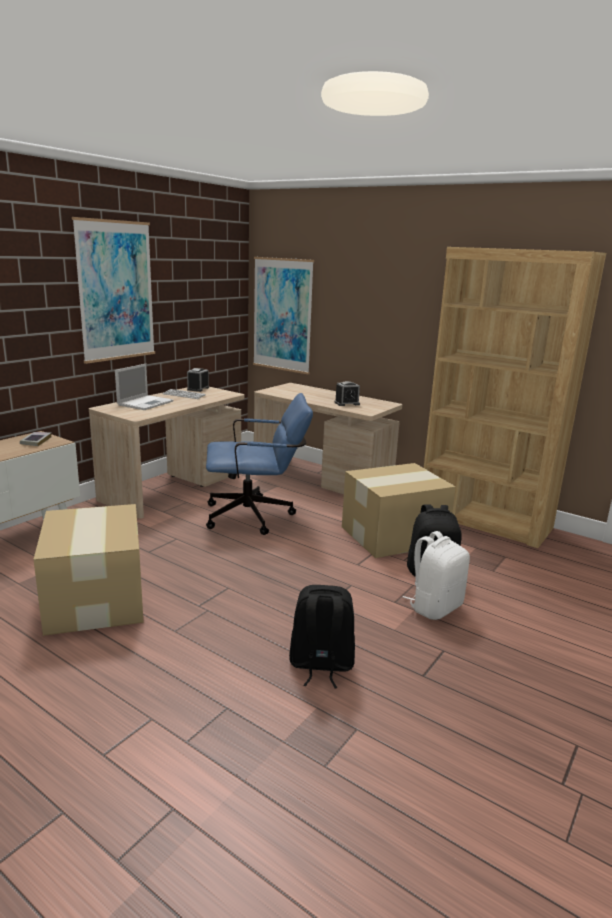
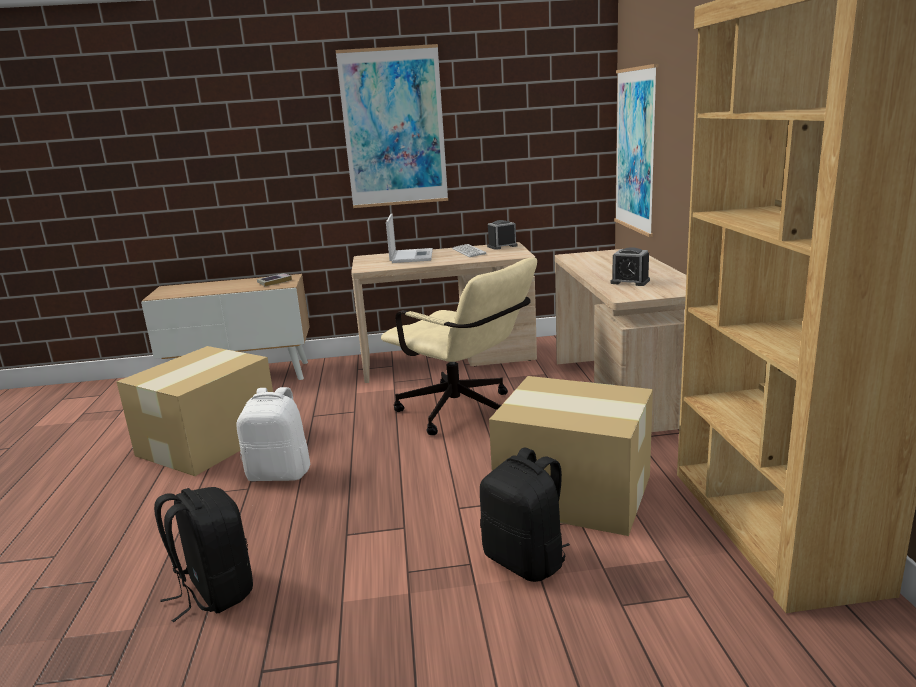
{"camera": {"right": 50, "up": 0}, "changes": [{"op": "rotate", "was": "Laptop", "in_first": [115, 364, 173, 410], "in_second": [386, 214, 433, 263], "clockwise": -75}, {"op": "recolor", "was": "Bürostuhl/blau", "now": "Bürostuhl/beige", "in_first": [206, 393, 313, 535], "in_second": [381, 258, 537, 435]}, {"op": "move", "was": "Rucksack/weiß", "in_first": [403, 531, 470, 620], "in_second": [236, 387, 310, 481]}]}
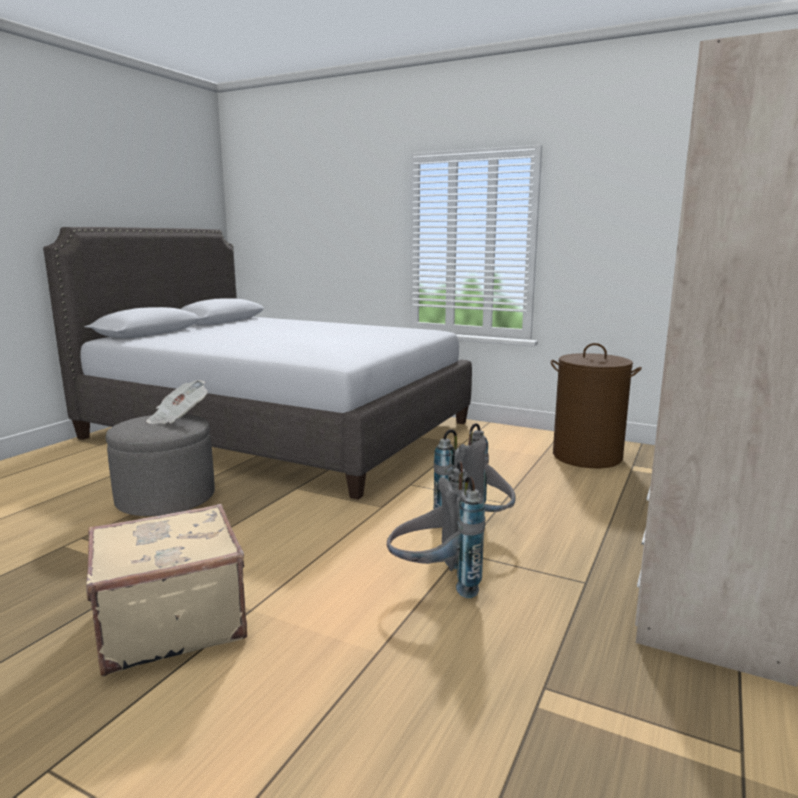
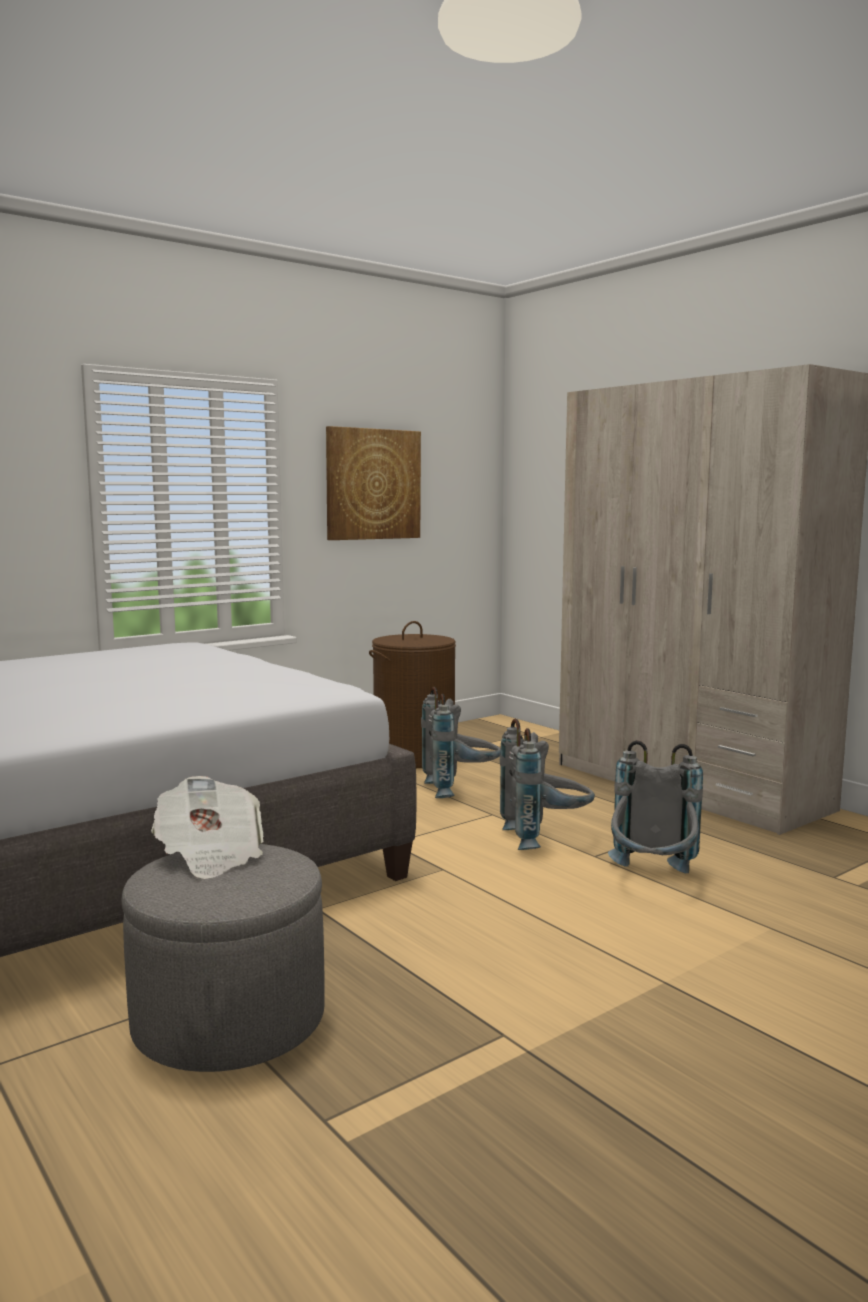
{"camera": {"right": -65, "up": -5}, "changes": [{"op": "delete", "was": "Koffer/beige", "in_first": [86, 504, 247, 676]}, {"op": "insert", "now": "Bild", "in_second": [326, 426, 421, 540]}, {"op": "insert", "now": "Rucksack/grau", "in_second": [421, 687, 501, 798]}]}
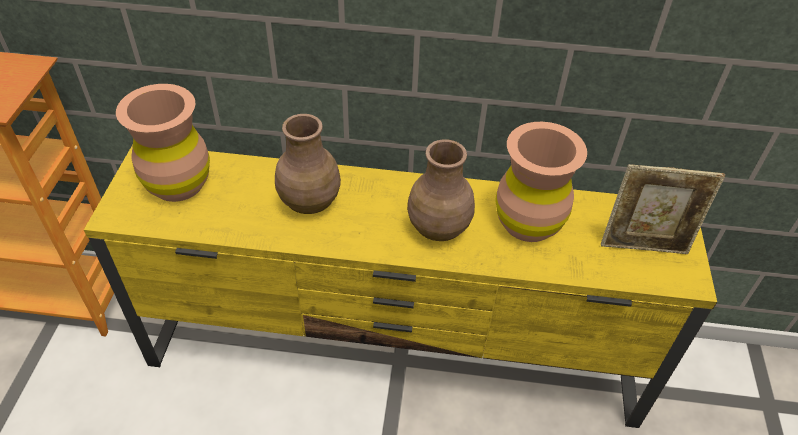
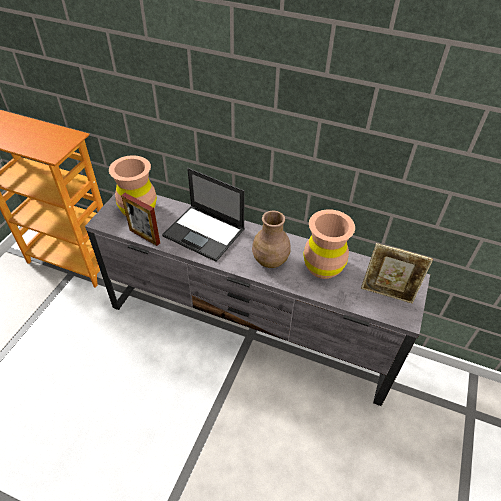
{"camera": {"right": 15, "up": 0}, "changes": [{"op": "replace", "was": "Vase/braun", "now": "Laptop", "in_first": [275, 114, 341, 214], "in_second": [162, 168, 245, 262]}, {"op": "recolor", "was": "Fernsehschrank/gelb", "now": "Fernsehschrank/grau", "in_first": [84, 145, 717, 428], "in_second": [85, 194, 430, 406]}, {"op": "insert", "now": "Bilderrahmen", "in_second": [121, 193, 160, 246]}]}
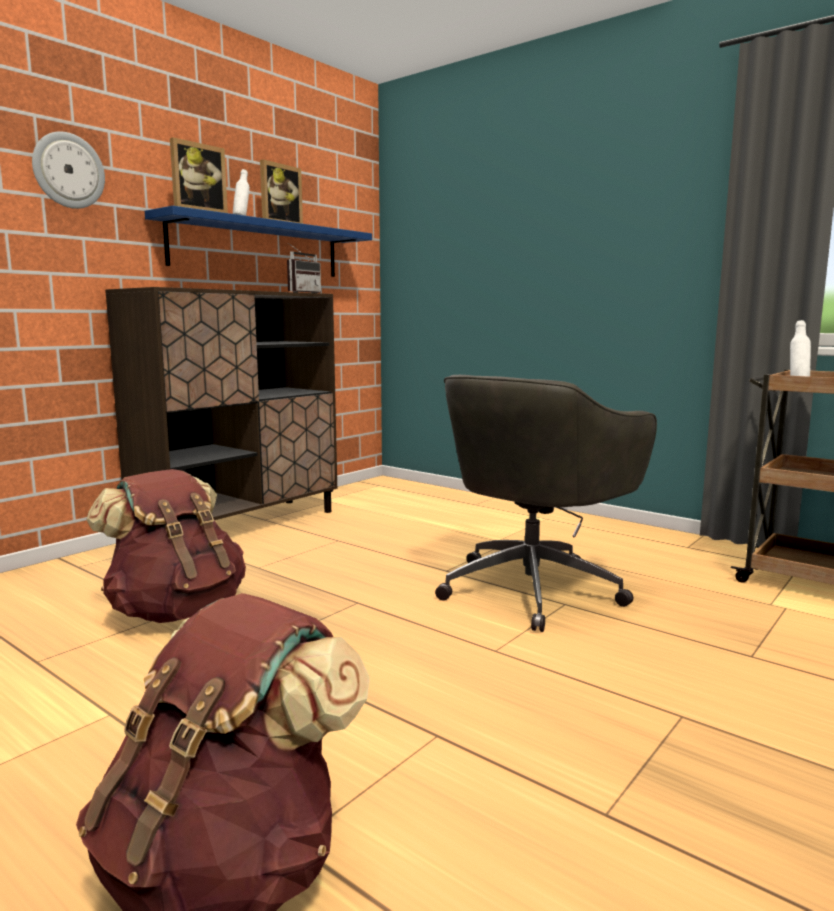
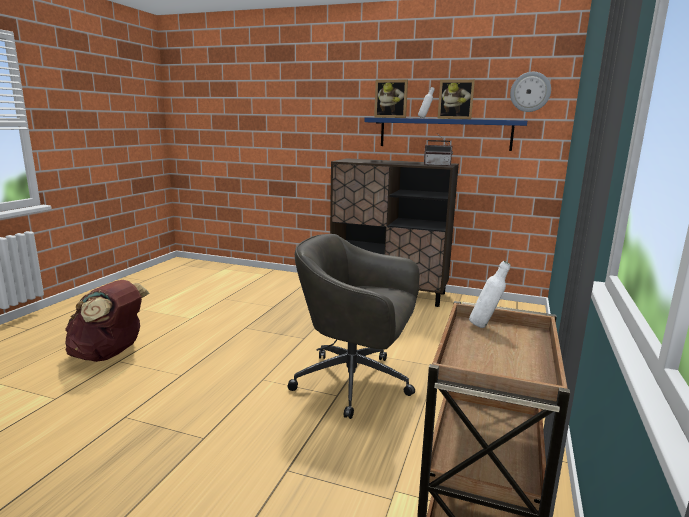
{"camera": {"right": 70, "up": 5}, "changes": [{"op": "move", "was": "Wanduhr", "in_first": [32, 131, 105, 209], "in_second": [510, 72, 551, 112]}, {"op": "delete", "was": "Rucksack/braun", "in_first": [86, 469, 246, 623]}]}
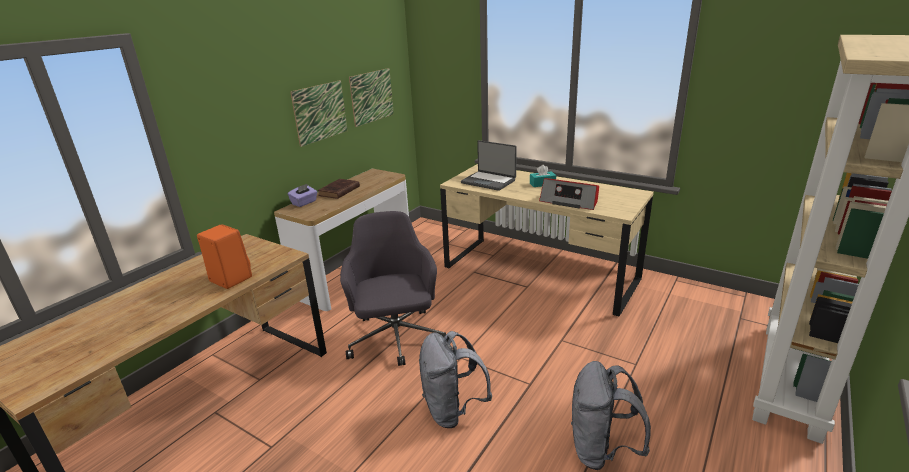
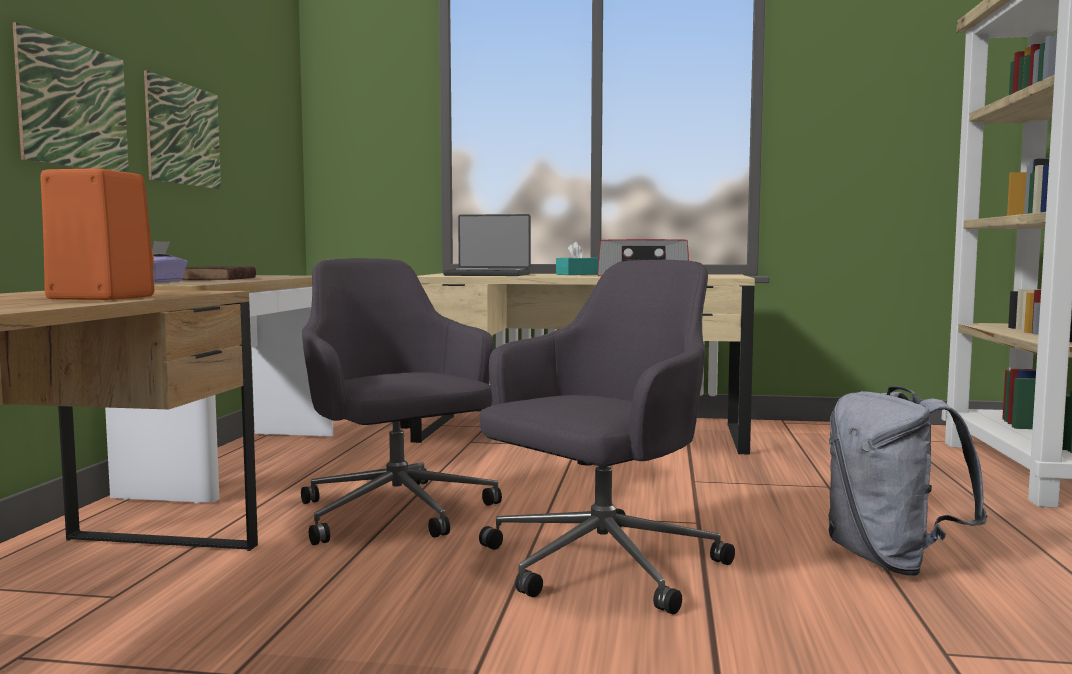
{"camera": {"right": -25, "up": -20}, "changes": [{"op": "move", "was": "Bild", "in_first": [349, 68, 394, 127], "in_second": [13, 22, 129, 173]}, {"op": "replace", "was": "Rucksack/grau", "now": "Bürostuhl/grau", "in_first": [419, 331, 492, 428], "in_second": [479, 260, 735, 614]}]}
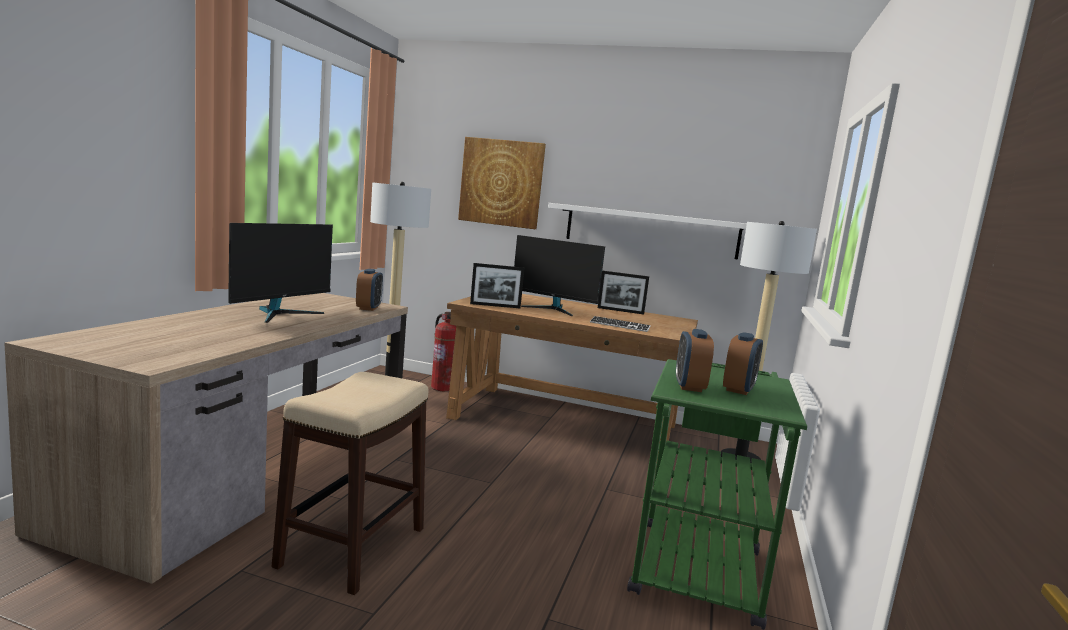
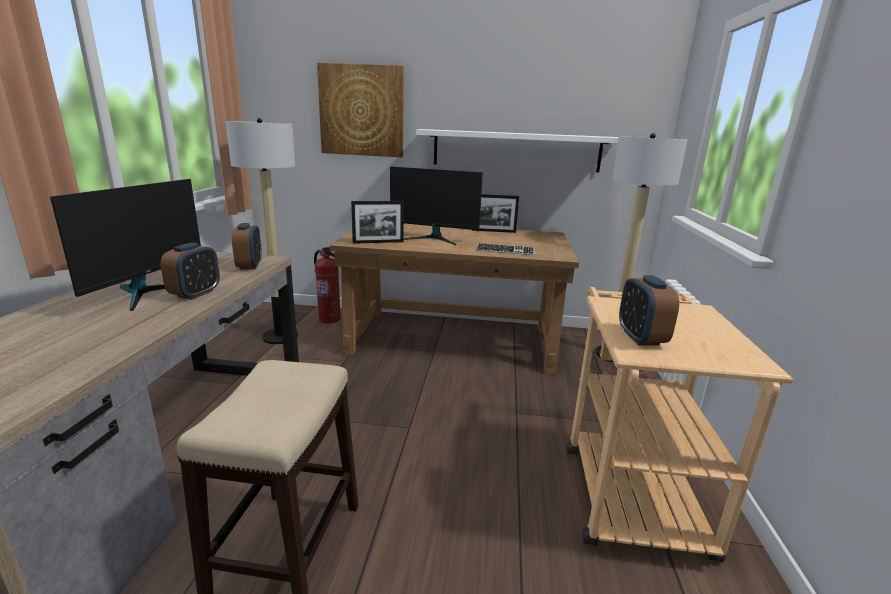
{"camera": {"right": -10, "up": 10}, "changes": [{"op": "move", "was": "Wecker", "in_first": [723, 332, 763, 395], "in_second": [161, 242, 220, 300]}, {"op": "recolor", "was": "Rollwagen/grün", "now": "Rollwagen/beige", "in_first": [627, 359, 807, 630], "in_second": [567, 287, 793, 562]}]}
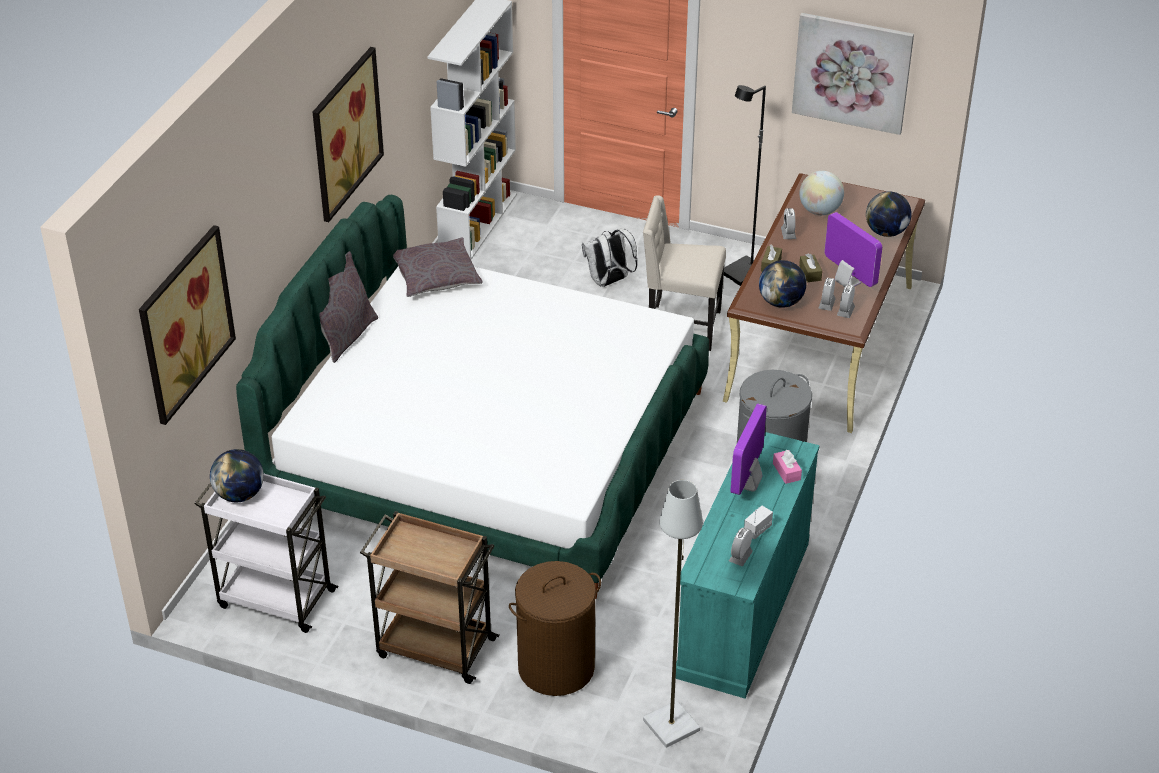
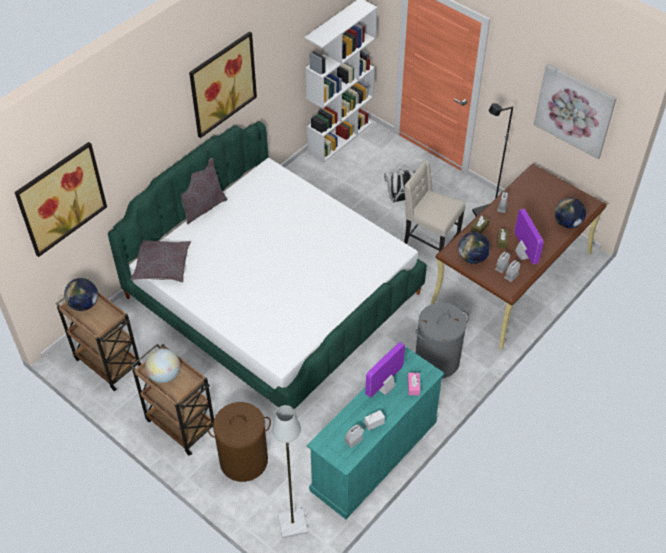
{"camera": {"right": 20, "up": 10}, "changes": [{"op": "move", "was": "Globus", "in_first": [799, 171, 844, 215], "in_second": [145, 348, 180, 383]}, {"op": "move", "was": "Kissen/grau", "in_first": [393, 237, 483, 297], "in_second": [130, 240, 191, 282]}, {"op": "recolor", "was": "Rollwagen/weiß", "now": "Rollwagen/braun", "in_first": [194, 474, 339, 633], "in_second": [56, 292, 141, 391]}]}
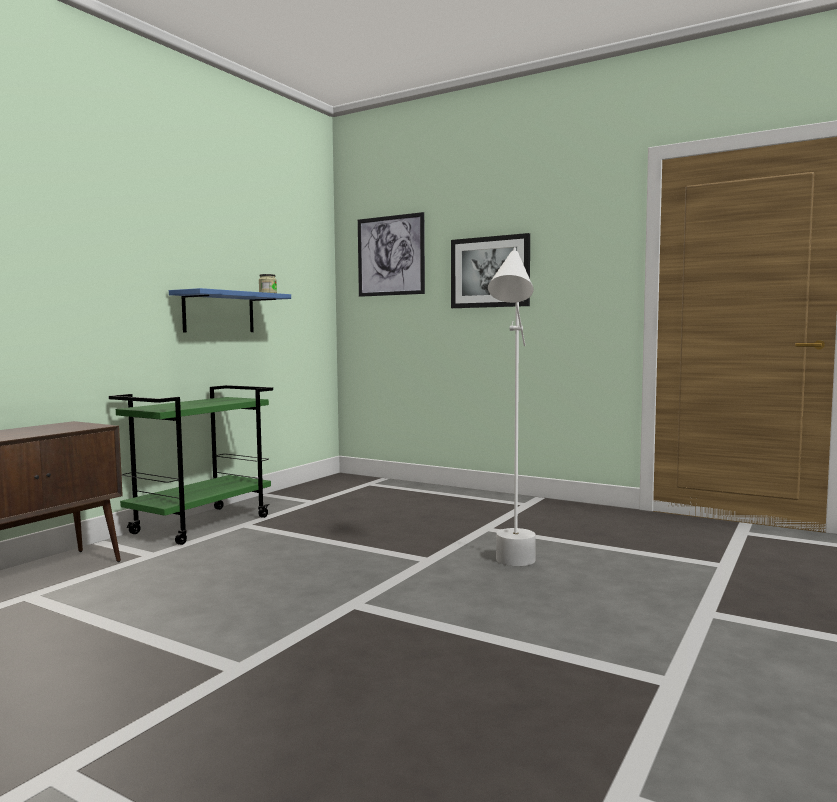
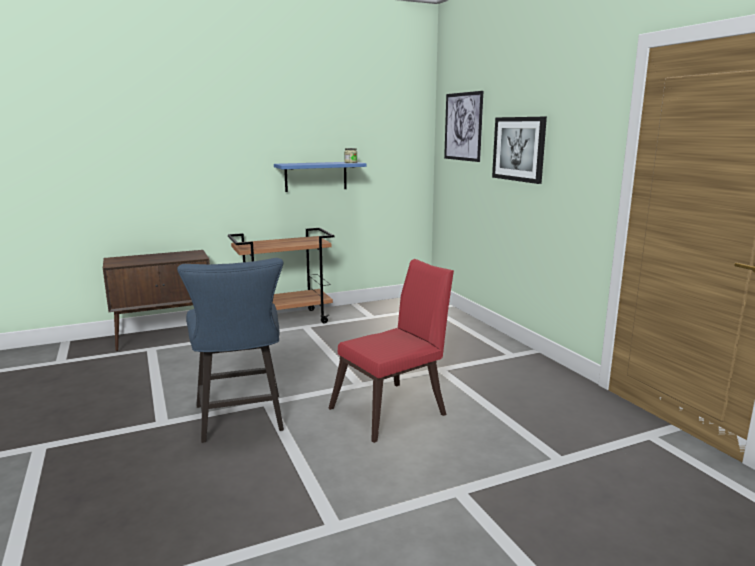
{"camera": {"right": 35, "up": 10}, "changes": [{"op": "replace", "was": "Stehlampe/weiß", "now": "Stuhl/rot", "in_first": [488, 247, 535, 566], "in_second": [329, 259, 454, 443]}, {"op": "recolor", "was": "Rollwagen/grün", "now": "Rollwagen/braun", "in_first": [109, 385, 273, 545], "in_second": [228, 228, 334, 324]}, {"op": "insert", "now": "Stuhl/blau", "in_second": [177, 258, 284, 443]}]}
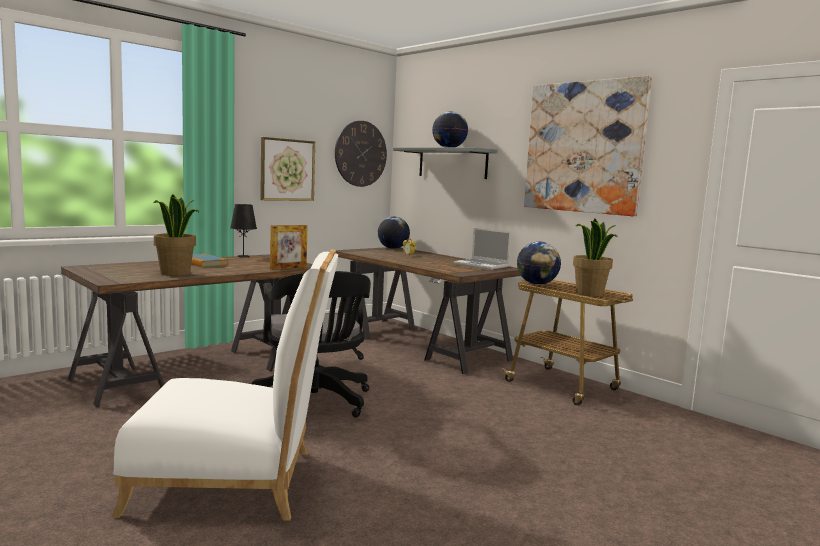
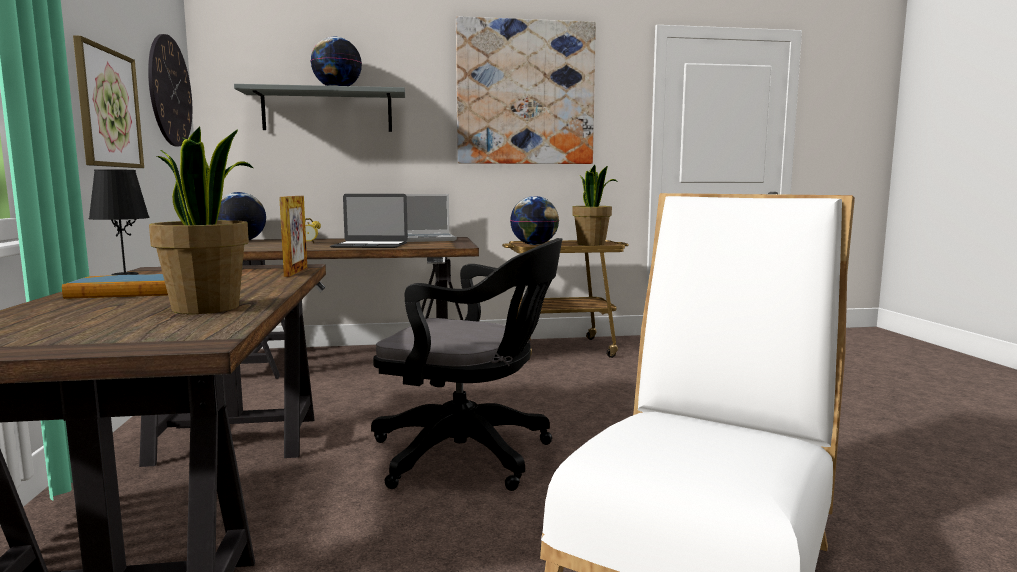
{"camera": {"right": -55, "up": 0}, "changes": [{"op": "insert", "now": "Laptop", "in_second": [330, 194, 408, 248]}]}
